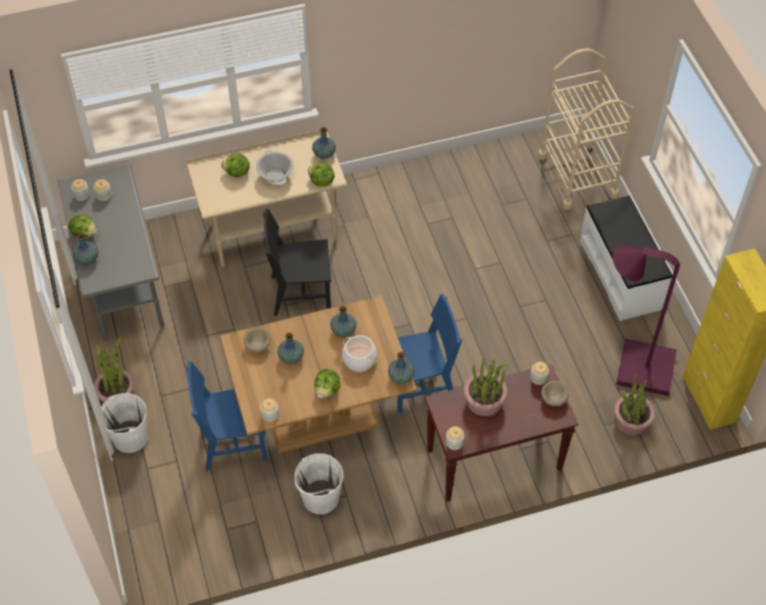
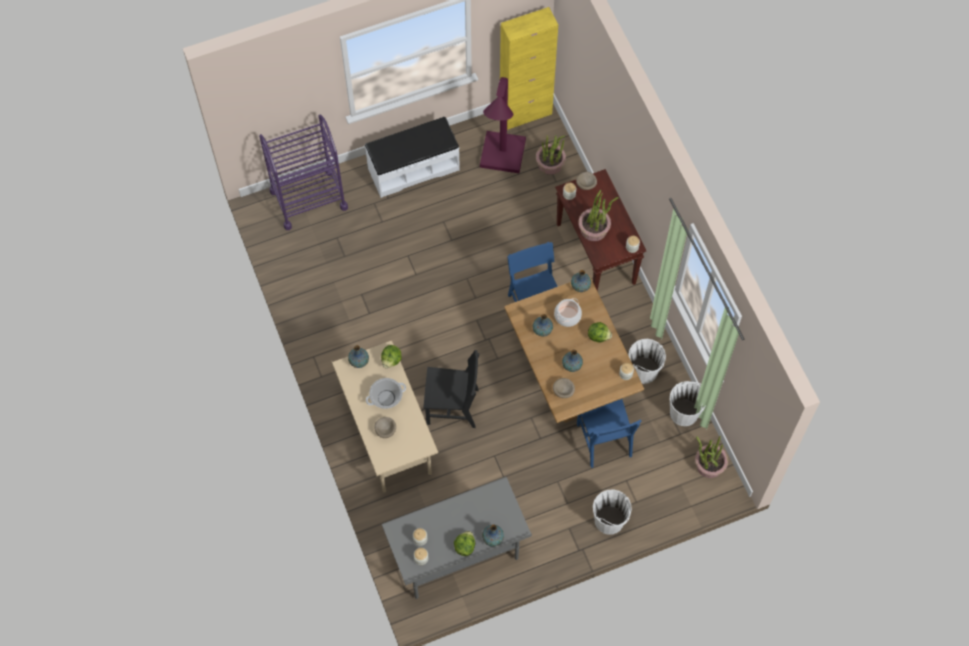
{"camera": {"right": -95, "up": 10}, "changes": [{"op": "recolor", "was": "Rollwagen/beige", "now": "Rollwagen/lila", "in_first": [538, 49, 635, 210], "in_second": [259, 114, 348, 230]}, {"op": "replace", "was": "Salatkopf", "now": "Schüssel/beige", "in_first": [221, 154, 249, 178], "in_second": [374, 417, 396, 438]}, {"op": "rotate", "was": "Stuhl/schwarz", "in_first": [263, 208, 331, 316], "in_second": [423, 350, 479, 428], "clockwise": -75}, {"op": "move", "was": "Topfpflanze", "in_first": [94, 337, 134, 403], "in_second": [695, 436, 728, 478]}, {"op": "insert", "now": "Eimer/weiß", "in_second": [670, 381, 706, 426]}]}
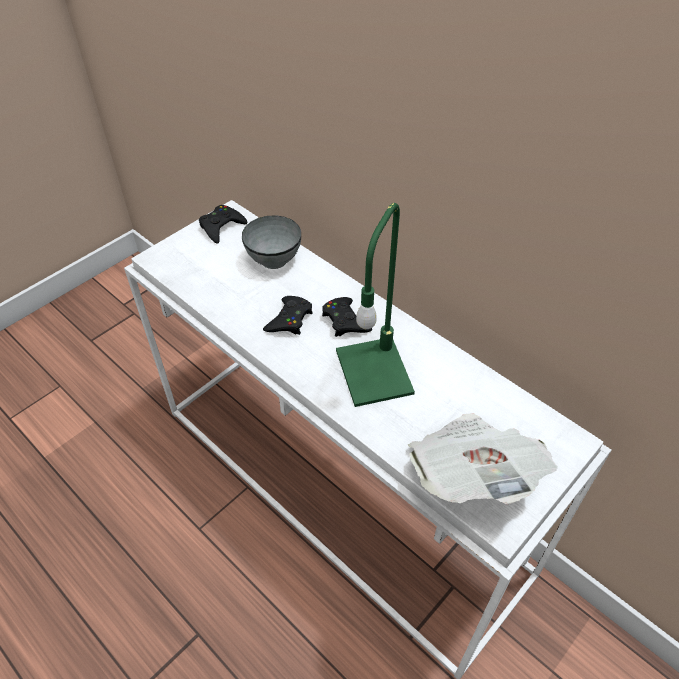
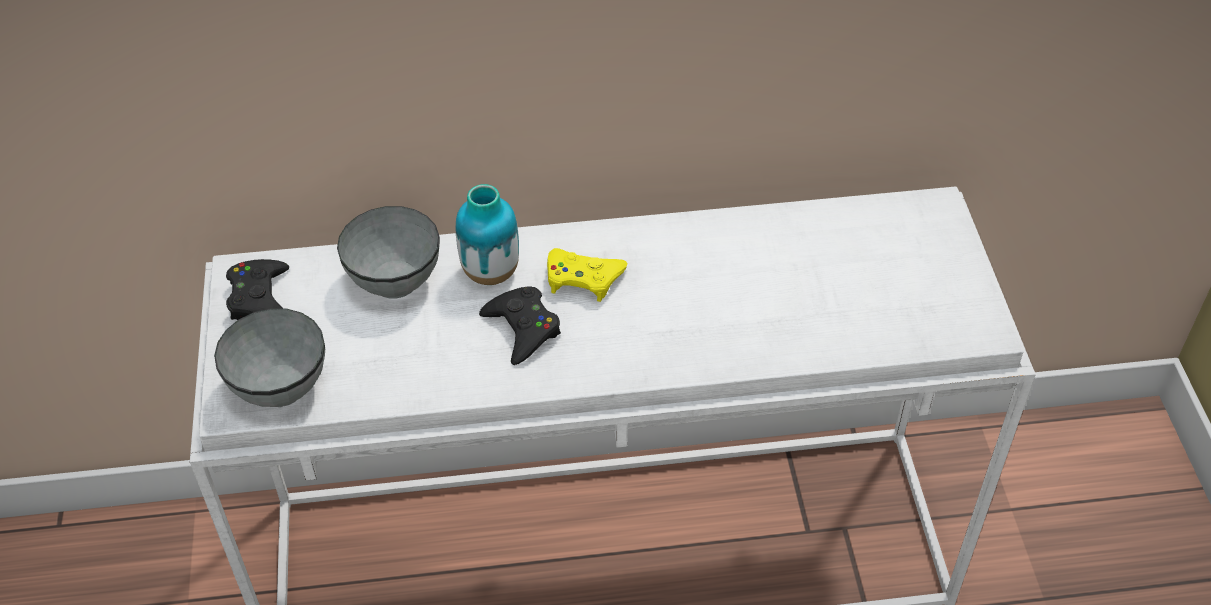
{"camera": {"right": -50, "up": 0}, "changes": [{"op": "delete", "was": "Tischlampe/grün", "in_first": [336, 203, 415, 407]}, {"op": "recolor", "was": "Gamepad/schwarz", "now": "Gamepad/gelb", "in_first": [322, 297, 372, 337], "in_second": [547, 248, 628, 302]}, {"op": "delete", "was": "Zeitung", "in_first": [408, 413, 558, 504]}, {"op": "insert", "now": "Vase", "in_second": [456, 184, 519, 285]}, {"op": "insert", "now": "Schüssel/grau", "in_second": [214, 308, 325, 407]}]}
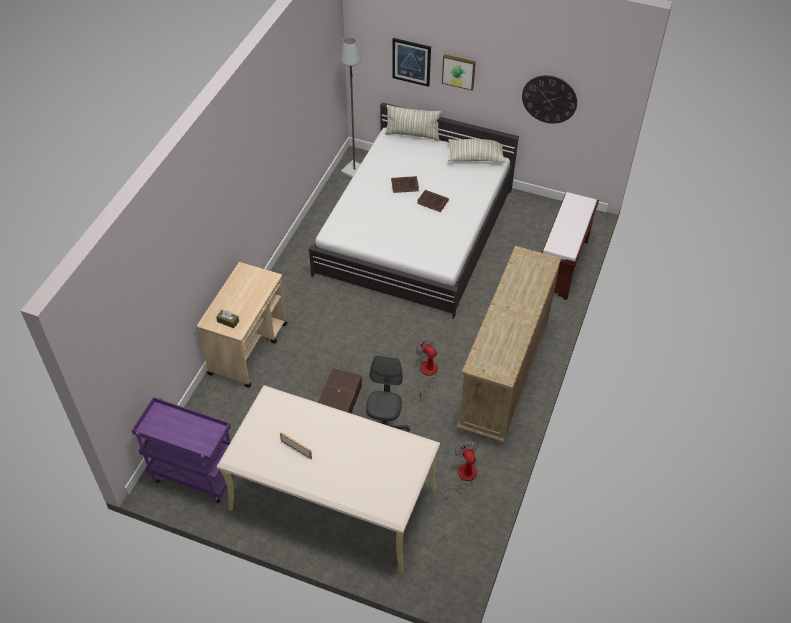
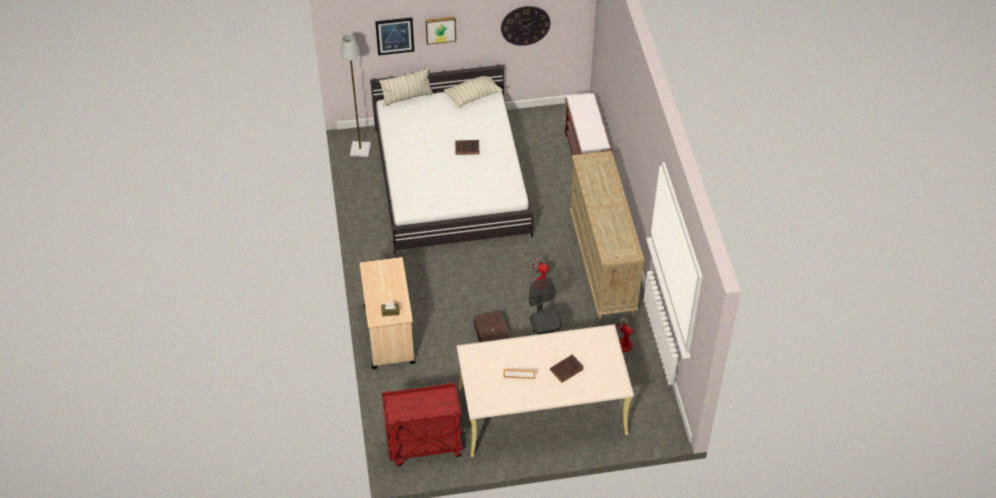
{"camera": {"right": -30, "up": 0}, "changes": [{"op": "move", "was": "Buch/braun", "in_first": [391, 176, 419, 193], "in_second": [550, 355, 584, 383]}, {"op": "recolor", "was": "Rollwagen/lila", "now": "Rollwagen/rot", "in_first": [132, 397, 233, 503], "in_second": [382, 382, 462, 466]}]}
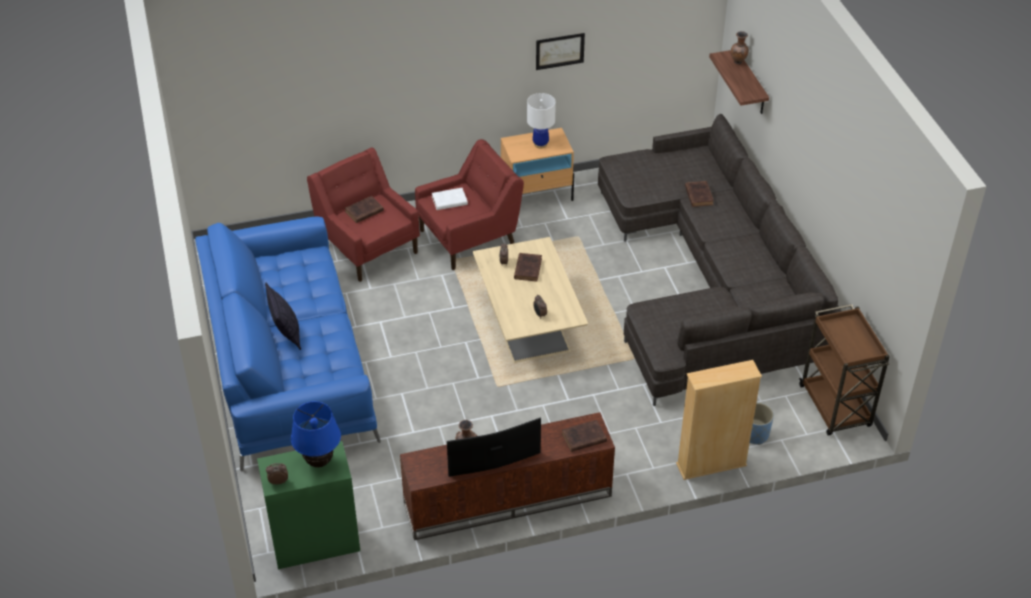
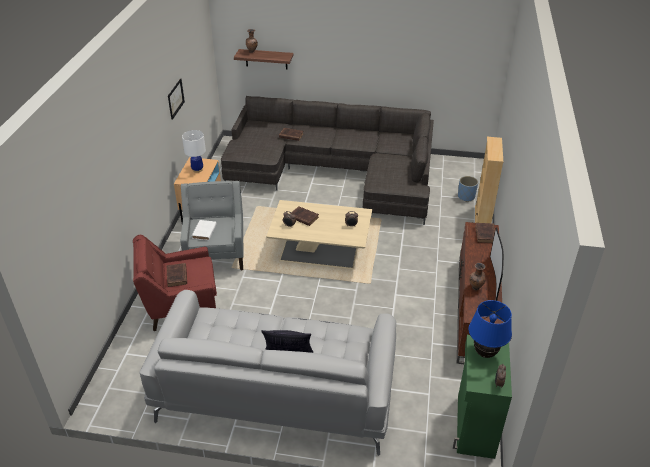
{"camera": {"right": -65, "up": -5}, "changes": [{"op": "recolor", "was": "Sessel/rot", "now": "Sessel/grau", "in_first": [415, 139, 524, 270], "in_second": [180, 181, 243, 270]}, {"op": "recolor", "was": "Sofa/blau", "now": "Sofa/grau", "in_first": [195, 216, 381, 472], "in_second": [139, 290, 396, 456]}, {"op": "delete", "was": "Rollwagen/braun", "in_first": [799, 304, 890, 436]}]}
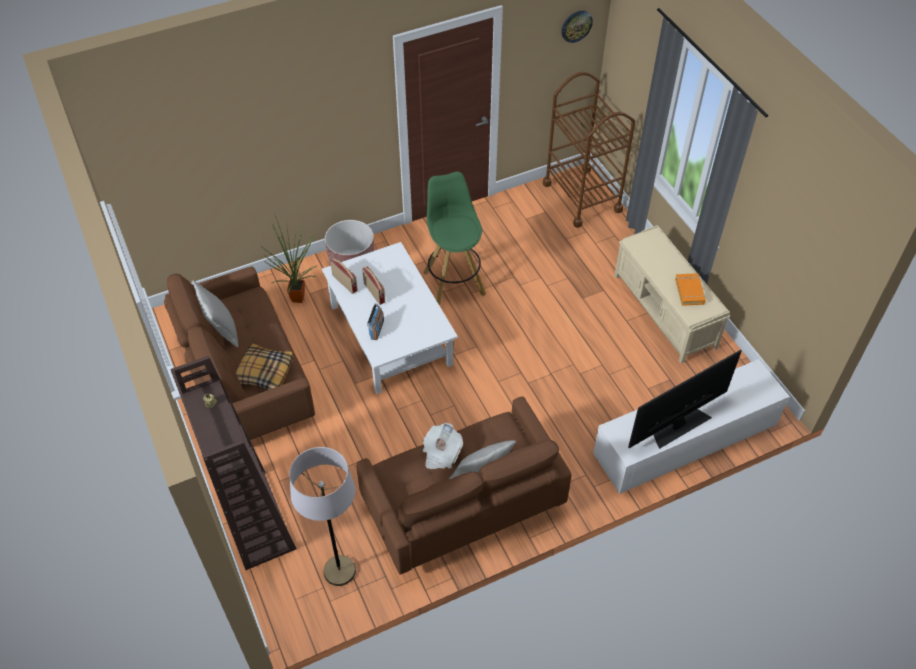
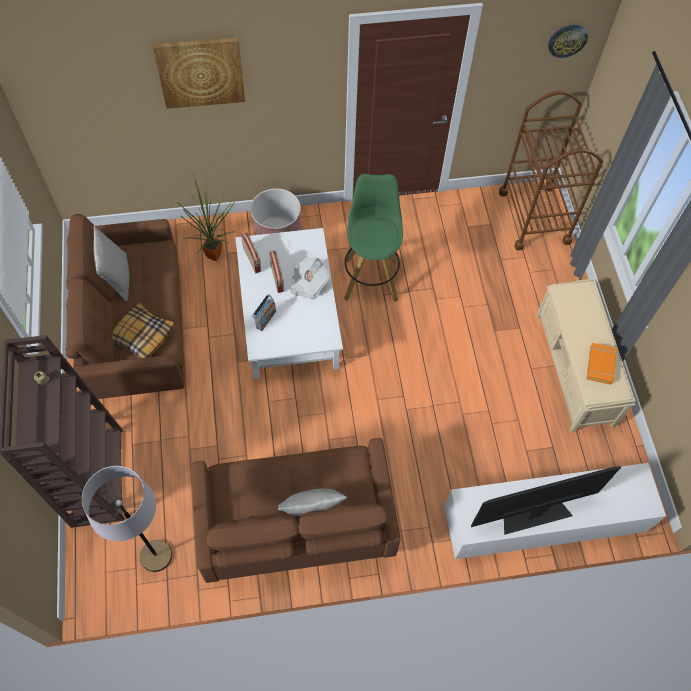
{"camera": {"right": 15, "up": 10}, "changes": [{"op": "move", "was": "Zeitung", "in_first": [423, 423, 463, 469], "in_second": [291, 258, 329, 299]}, {"op": "insert", "now": "Bild", "in_second": [153, 37, 245, 109]}]}
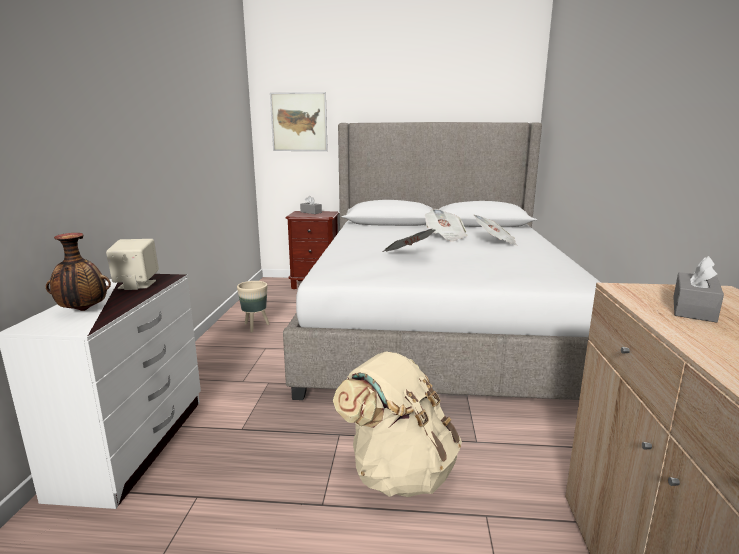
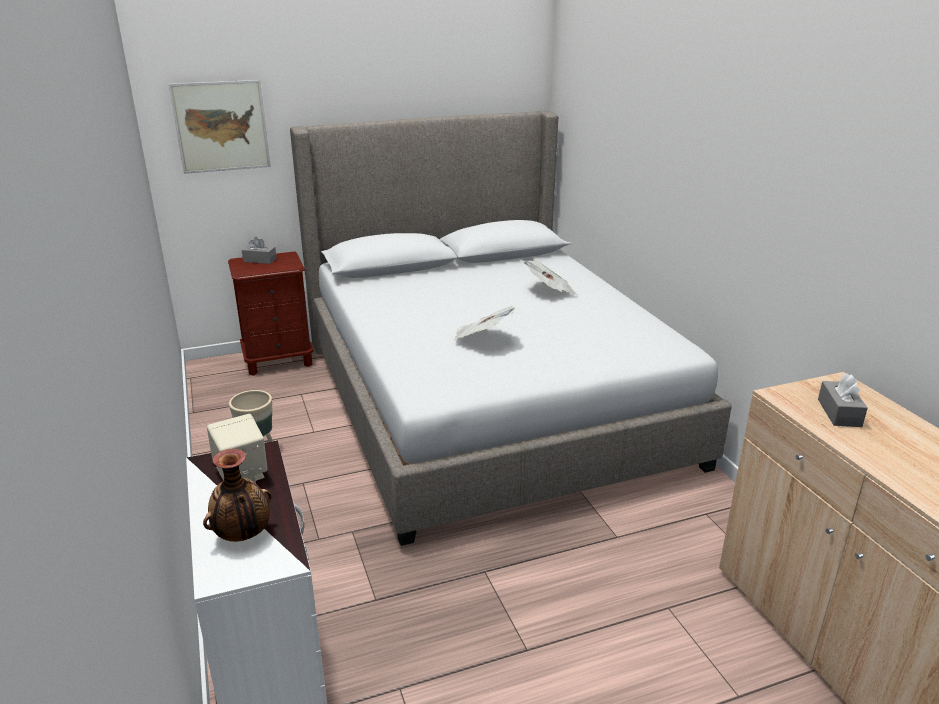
{"camera": {"right": -25, "up": 10}, "changes": [{"op": "delete", "was": "Zeitung", "in_first": [425, 209, 468, 242]}, {"op": "delete", "was": "Rucksack/beige", "in_first": [333, 351, 462, 497]}]}
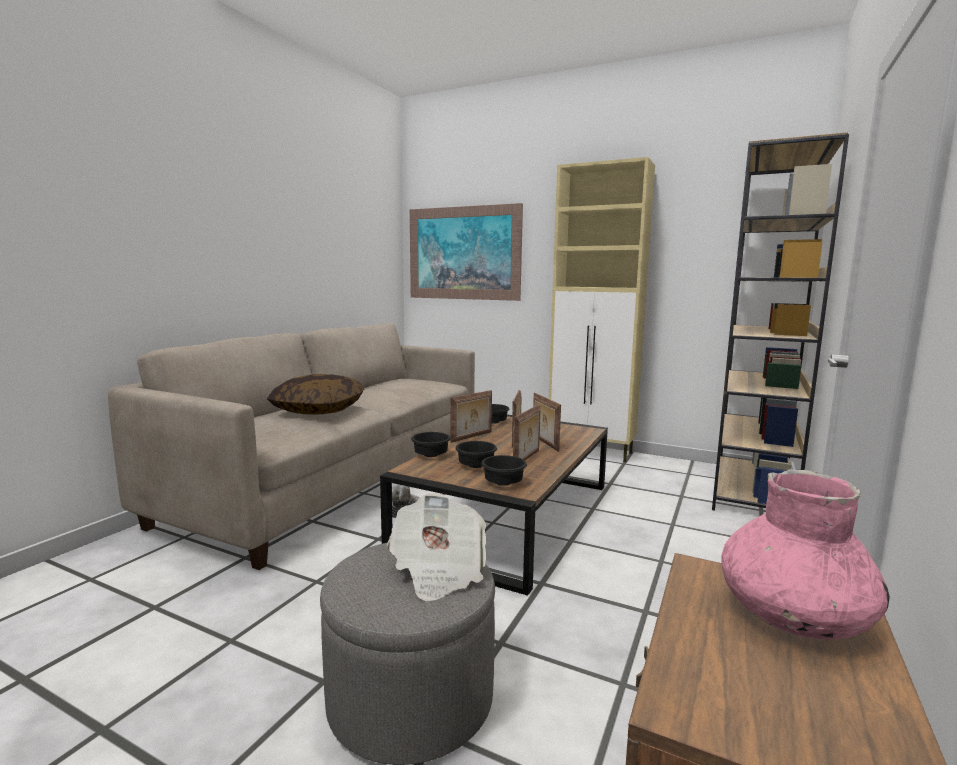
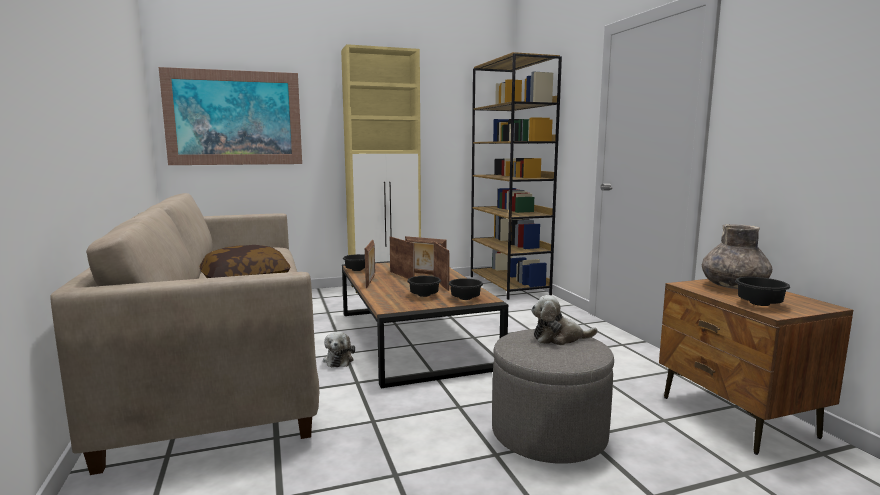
{"camera": {"right": -45, "up": 0}, "changes": [{"op": "move", "was": "Schüssel/schwarz", "in_first": [411, 432, 451, 457], "in_second": [735, 277, 790, 306]}, {"op": "recolor", "was": "Vase/rosa", "now": "Vase/grau", "in_first": [721, 469, 890, 640], "in_second": [702, 224, 772, 289]}, {"op": "replace", "was": "Zeitung", "now": "Plüschtier", "in_first": [387, 493, 486, 601], "in_second": [531, 295, 598, 345]}]}
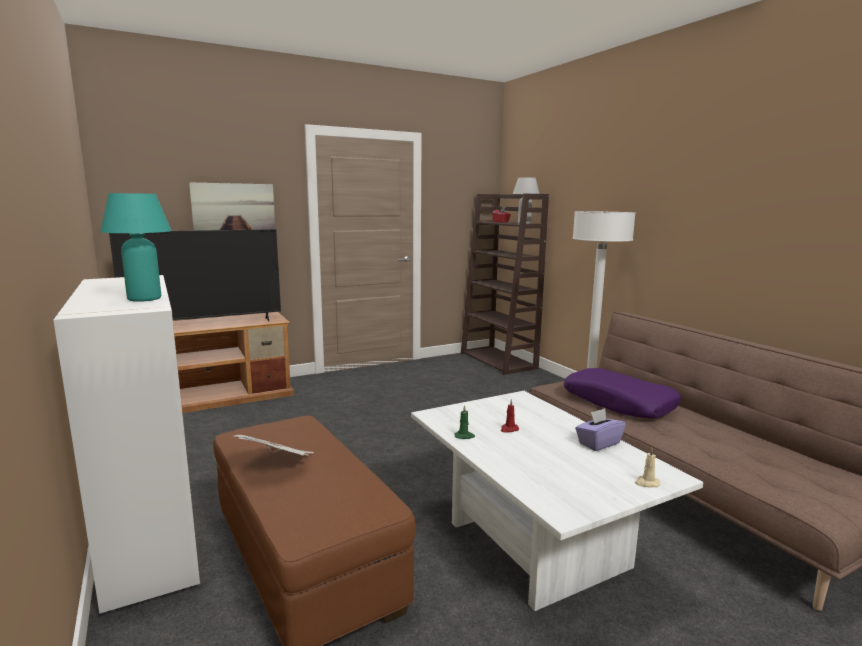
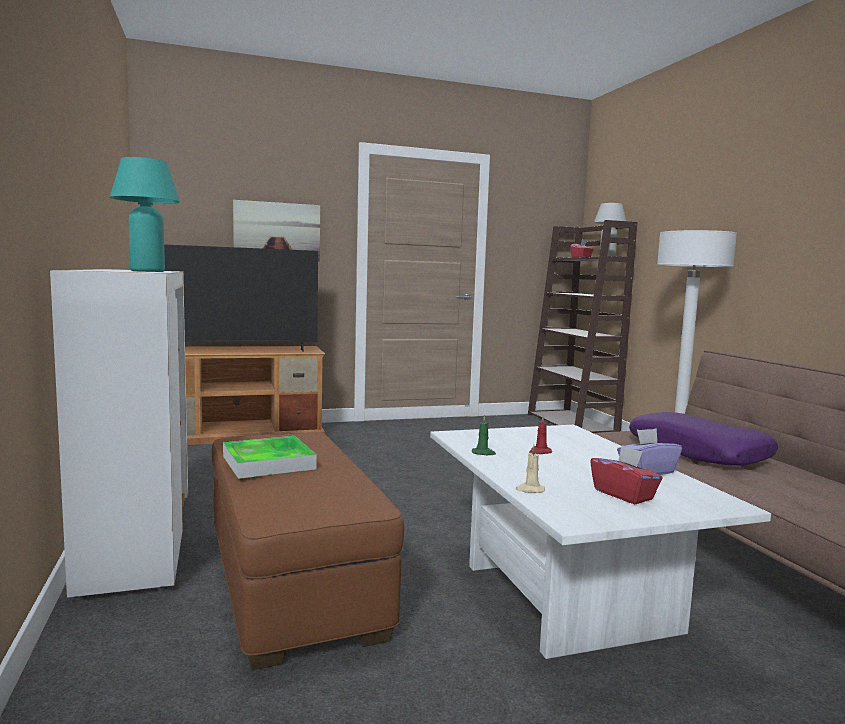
{"camera": {"right": 10, "up": -5}, "changes": [{"op": "replace", "was": "Zeitung", "now": "Tablett", "in_first": [233, 435, 314, 456], "in_second": [223, 436, 317, 479]}, {"op": "move", "was": "Kerze/beige", "in_first": [635, 448, 660, 487], "in_second": [515, 445, 545, 493]}, {"op": "insert", "now": "Taschentuchbox/rot", "in_second": [590, 445, 663, 504]}]}
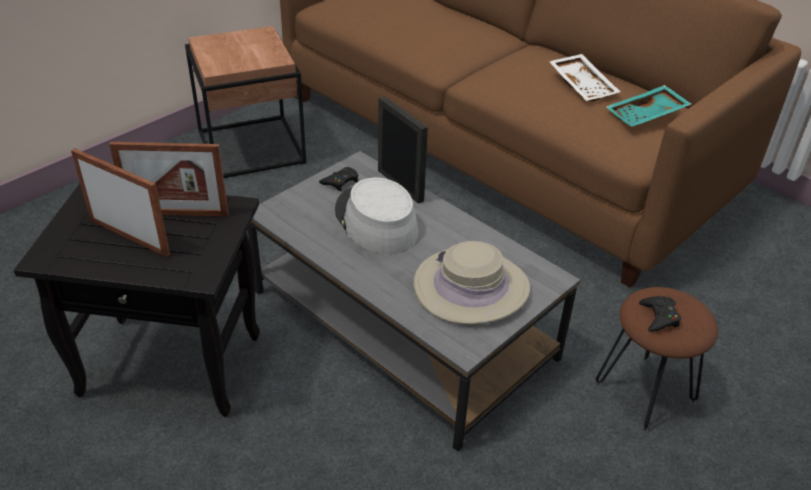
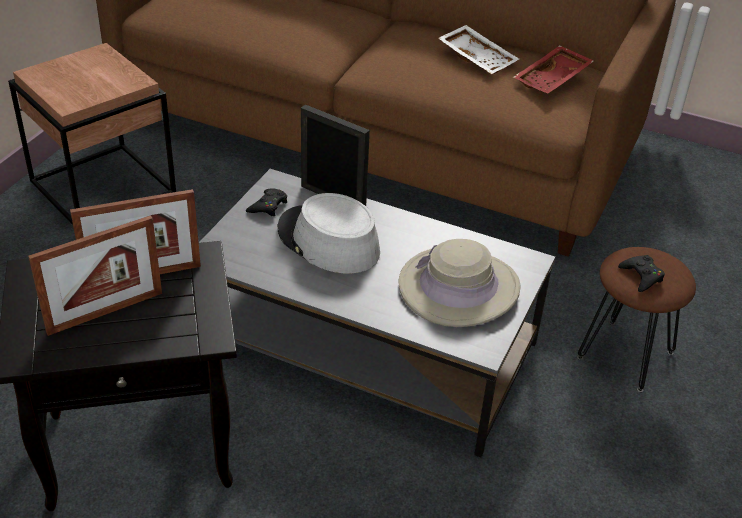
{"camera": {"right": -20, "up": 0}, "changes": [{"op": "recolor", "was": "Tablett/türkis", "now": "Tablett/rot", "in_first": [606, 85, 691, 127], "in_second": [513, 45, 594, 93]}, {"op": "rotate", "was": "Bilderrahmen", "in_first": [71, 148, 170, 257], "in_second": [28, 215, 162, 336], "clockwise": 135}]}
